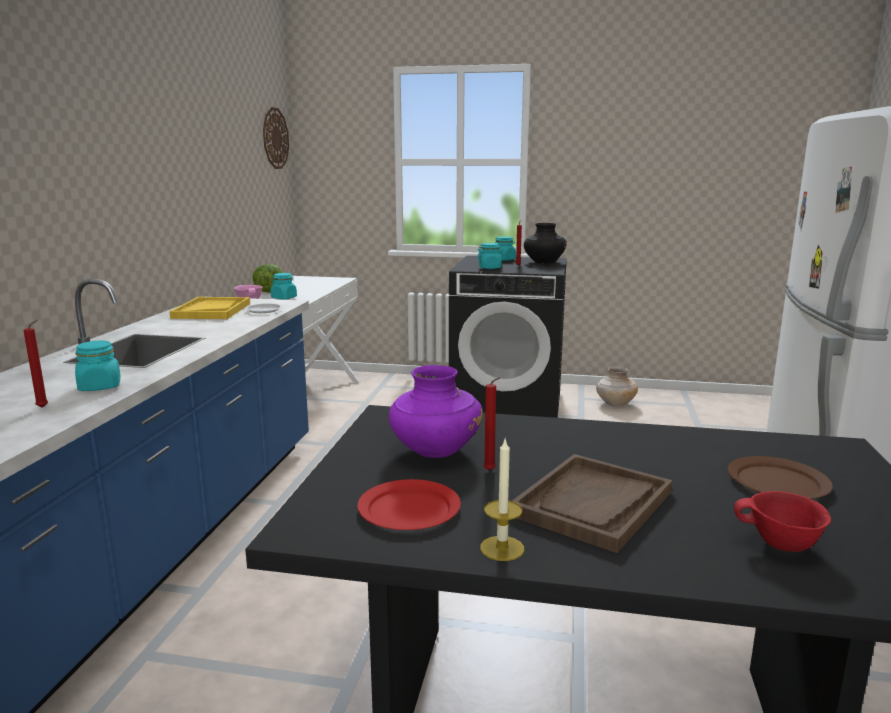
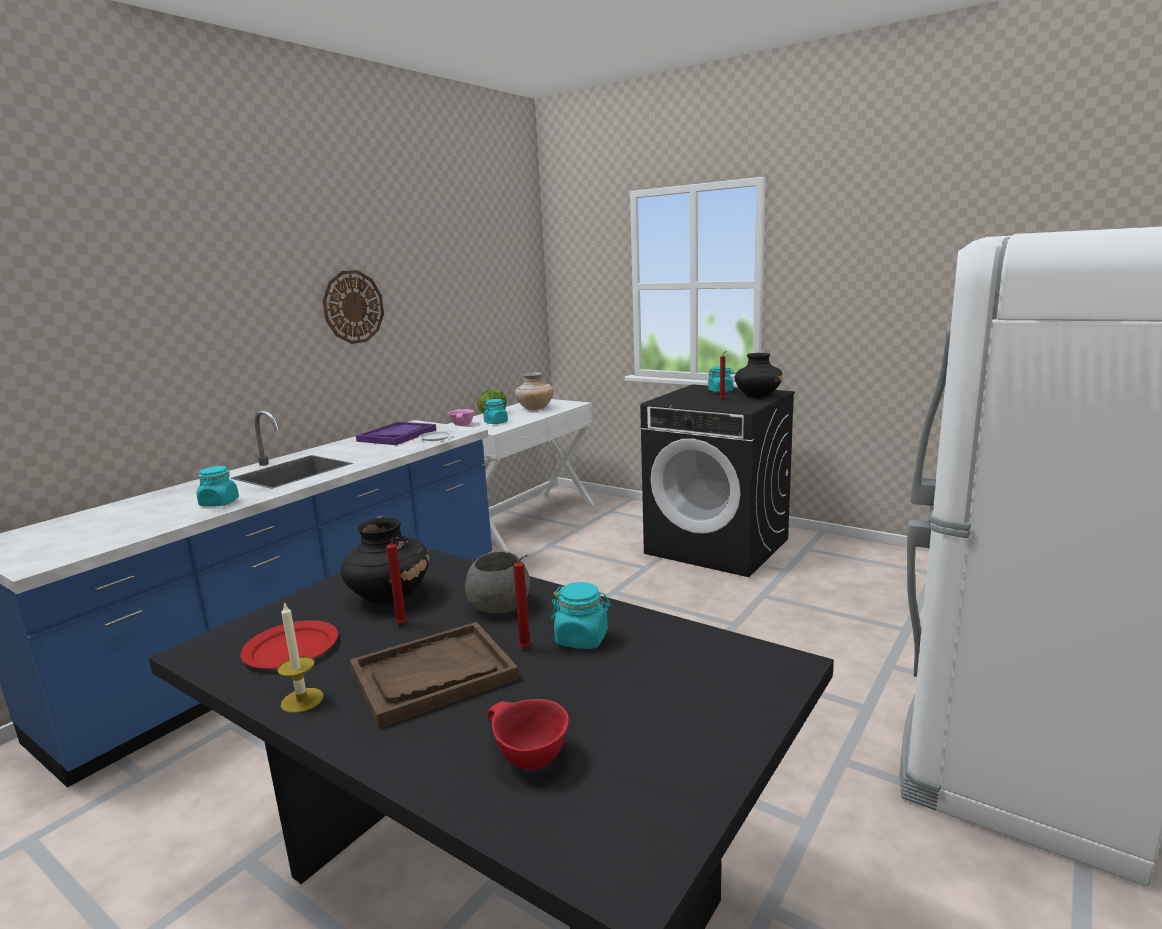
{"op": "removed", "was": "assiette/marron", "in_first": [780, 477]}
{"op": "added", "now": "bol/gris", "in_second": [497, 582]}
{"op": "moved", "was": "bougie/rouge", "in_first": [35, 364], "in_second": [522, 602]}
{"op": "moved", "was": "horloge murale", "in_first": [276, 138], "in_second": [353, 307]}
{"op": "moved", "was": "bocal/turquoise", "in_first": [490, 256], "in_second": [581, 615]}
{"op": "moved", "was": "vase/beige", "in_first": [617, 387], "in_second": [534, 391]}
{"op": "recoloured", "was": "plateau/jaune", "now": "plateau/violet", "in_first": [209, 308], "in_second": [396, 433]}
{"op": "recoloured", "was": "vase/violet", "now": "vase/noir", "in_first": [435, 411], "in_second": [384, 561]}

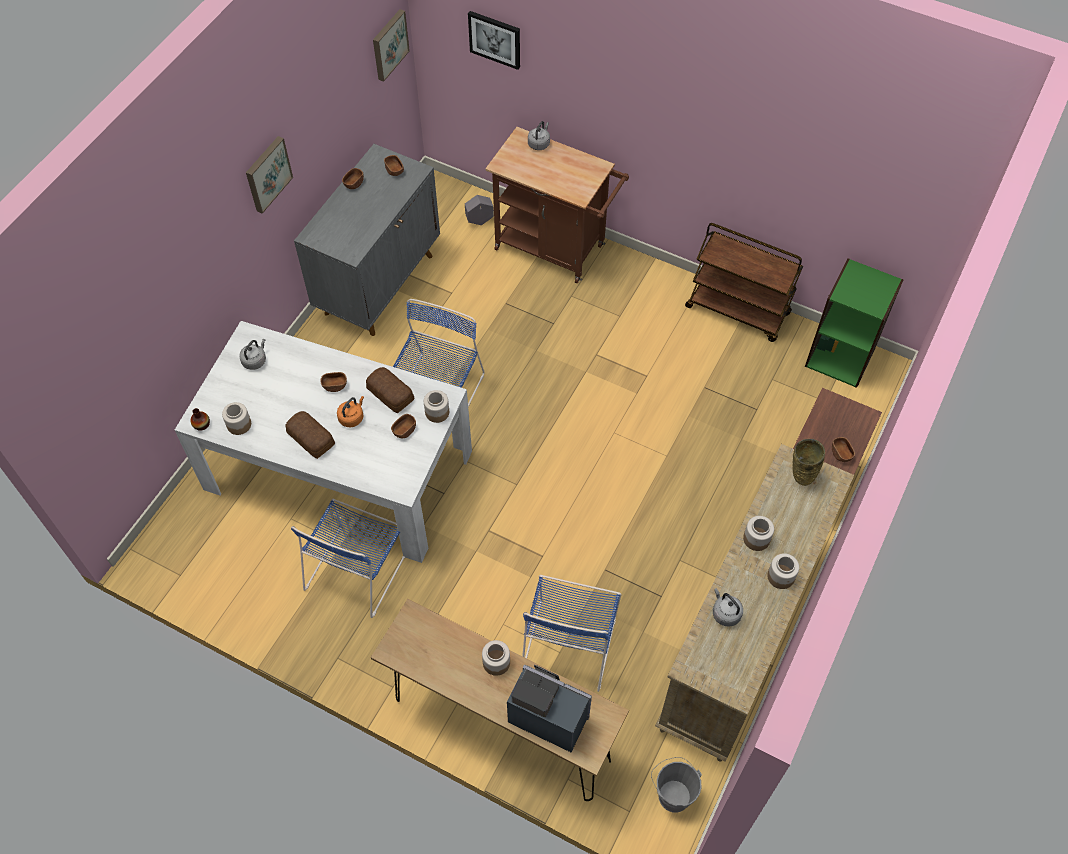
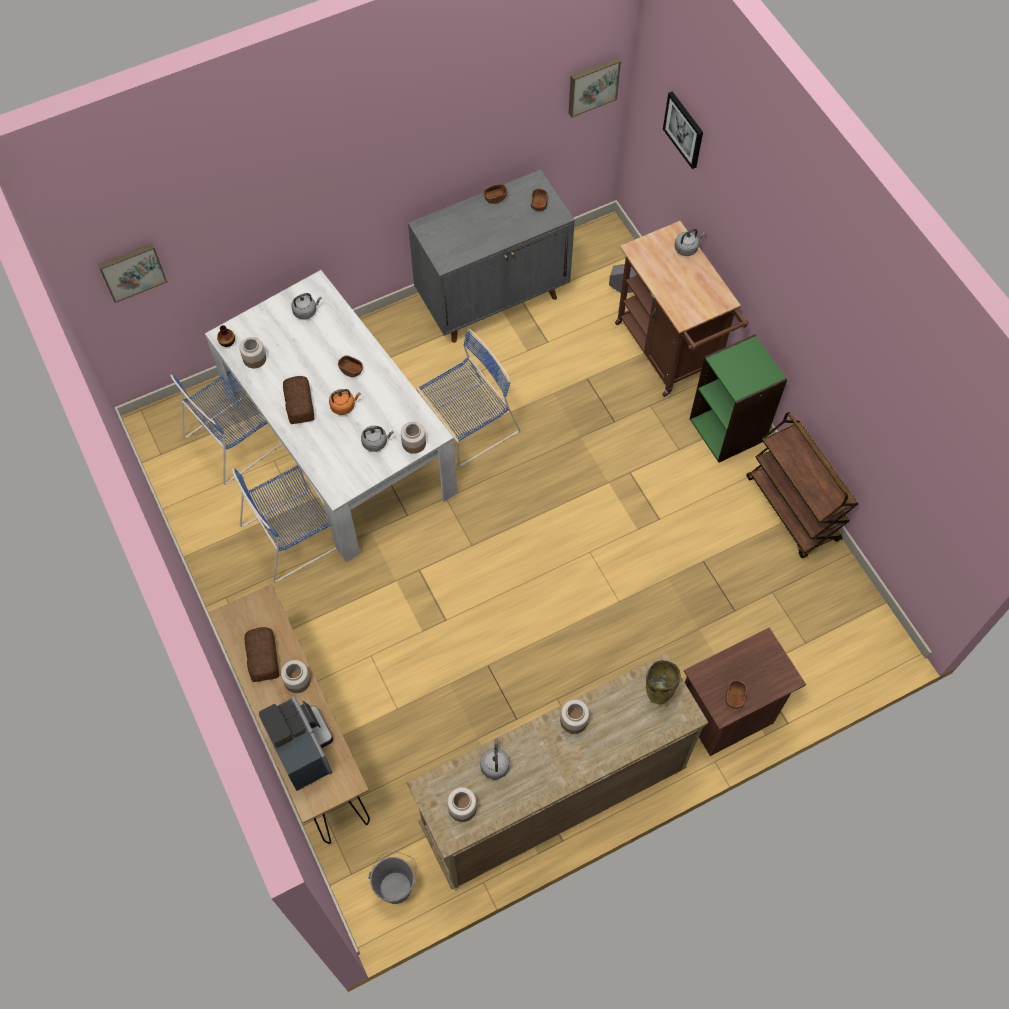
{"op": "moved", "was": "tableau", "in_first": [269, 175], "in_second": [132, 273]}
{"op": "moved", "was": "pain", "in_first": [390, 390], "in_second": [262, 654]}
{"op": "moved", "was": "chaise/bleu", "in_first": [571, 633], "in_second": [226, 428]}
{"op": "moved", "was": "bocal", "in_first": [783, 571], "in_second": [462, 804]}
{"op": "moved", "was": "bibliothèque/vert", "in_first": [854, 323], "in_second": [739, 398]}
{"op": "replaced", "was": "bol/marron", "now": "bouilloire/gris", "in_first": [403, 426], "in_second": [377, 438]}

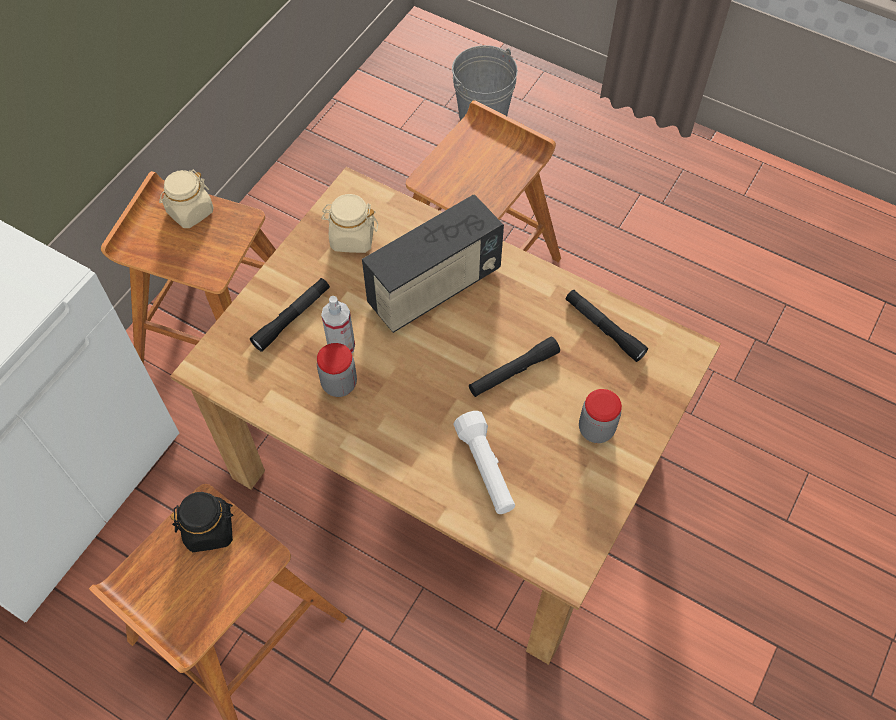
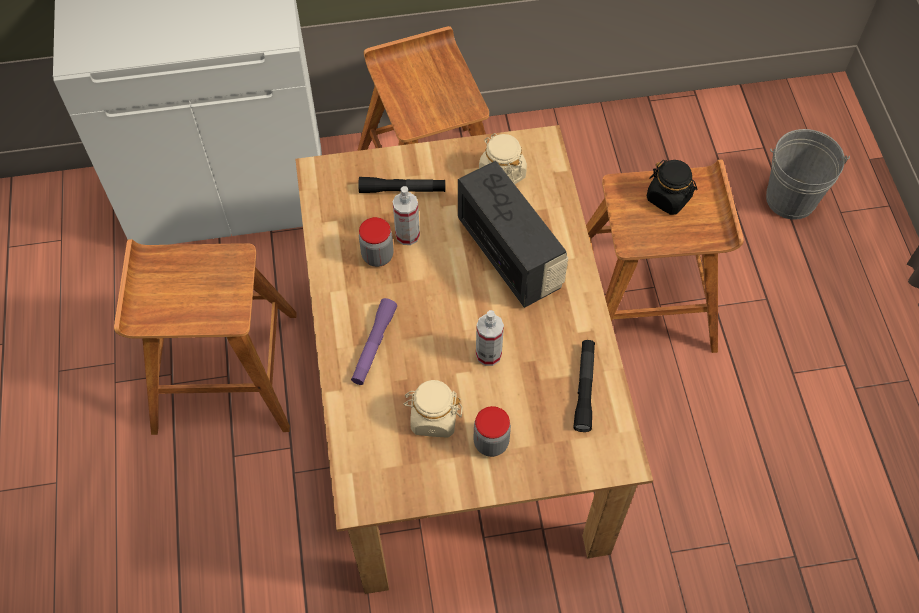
{"op": "removed", "was": "lampe de poche/blanc", "in_first": [484, 462]}
{"op": "added", "now": "lampe de poche/violet", "in_second": [374, 341]}
{"op": "moved", "was": "bocal/beige", "in_first": [186, 199], "in_second": [433, 409]}
{"op": "moved", "was": "bocal/noir", "in_first": [202, 522], "in_second": [672, 187]}
{"op": "replaced", "was": "lampe de poche/noir", "now": "vaporisateur", "in_first": [514, 367], "in_second": [490, 338]}
{"op": "turned", "was": "radio", "in_first": [433, 263], "in_second": [513, 234], "clockwise": -135}

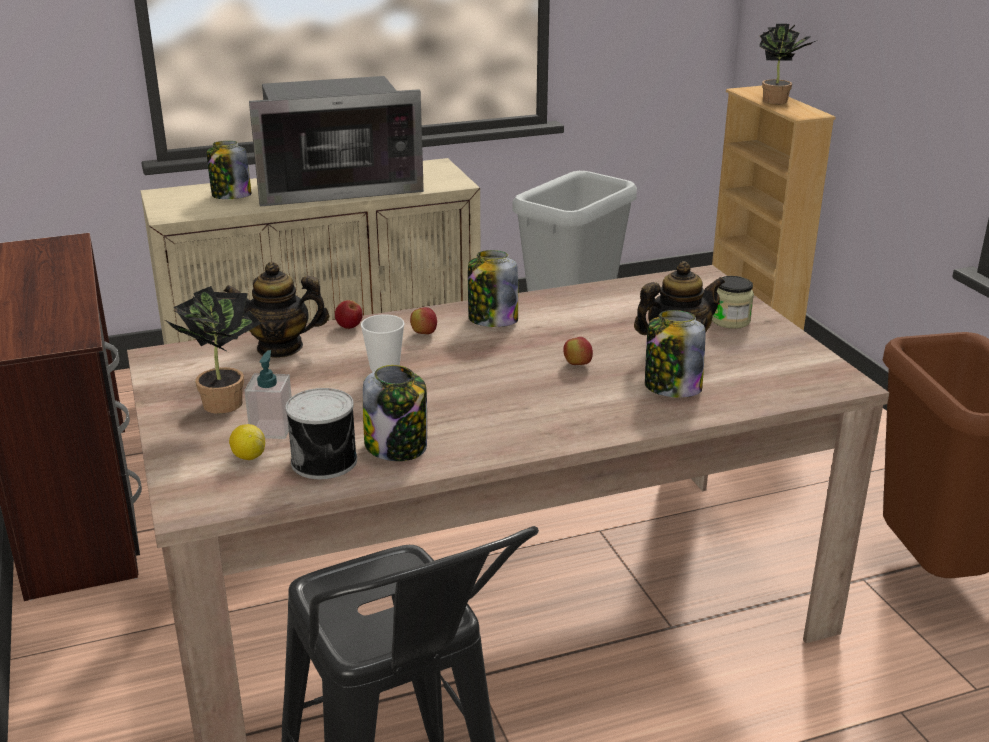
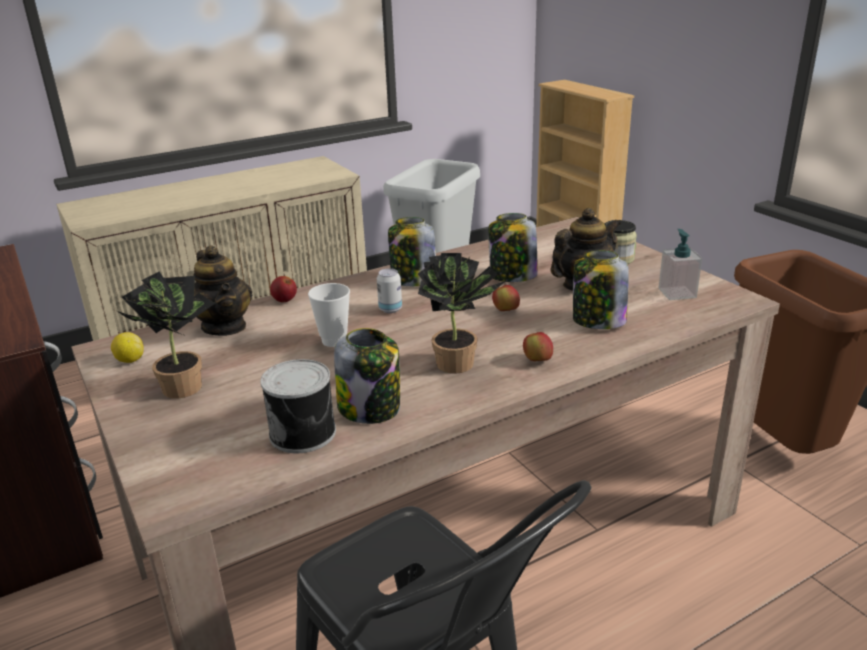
{"op": "removed", "was": "micro-ondes", "in_first": [336, 141]}
{"op": "added", "now": "boîte métallique", "in_second": [389, 290]}
{"op": "moved", "was": "bocal", "in_first": [229, 170], "in_second": [513, 247]}
{"op": "moved", "was": "citron", "in_first": [247, 442], "in_second": [127, 347]}
{"op": "moved", "was": "distributeur de savon", "in_first": [268, 394], "in_second": [680, 264]}
{"op": "moved", "was": "pomme", "in_first": [423, 320], "in_second": [538, 346]}
{"op": "moved", "was": "plante en pot", "in_first": [788, 64], "in_second": [462, 313]}
{"op": "turned", "was": "théière", "in_first": [276, 310], "in_second": [222, 291], "clockwise": -105}

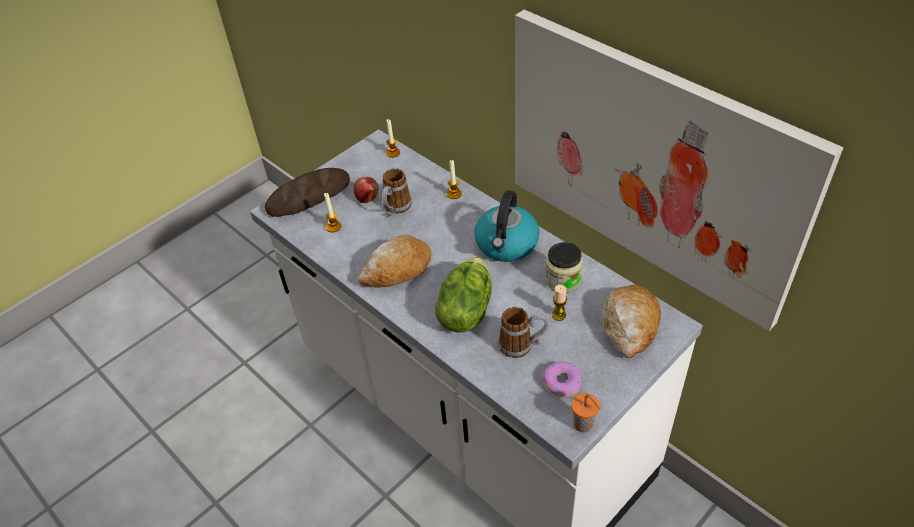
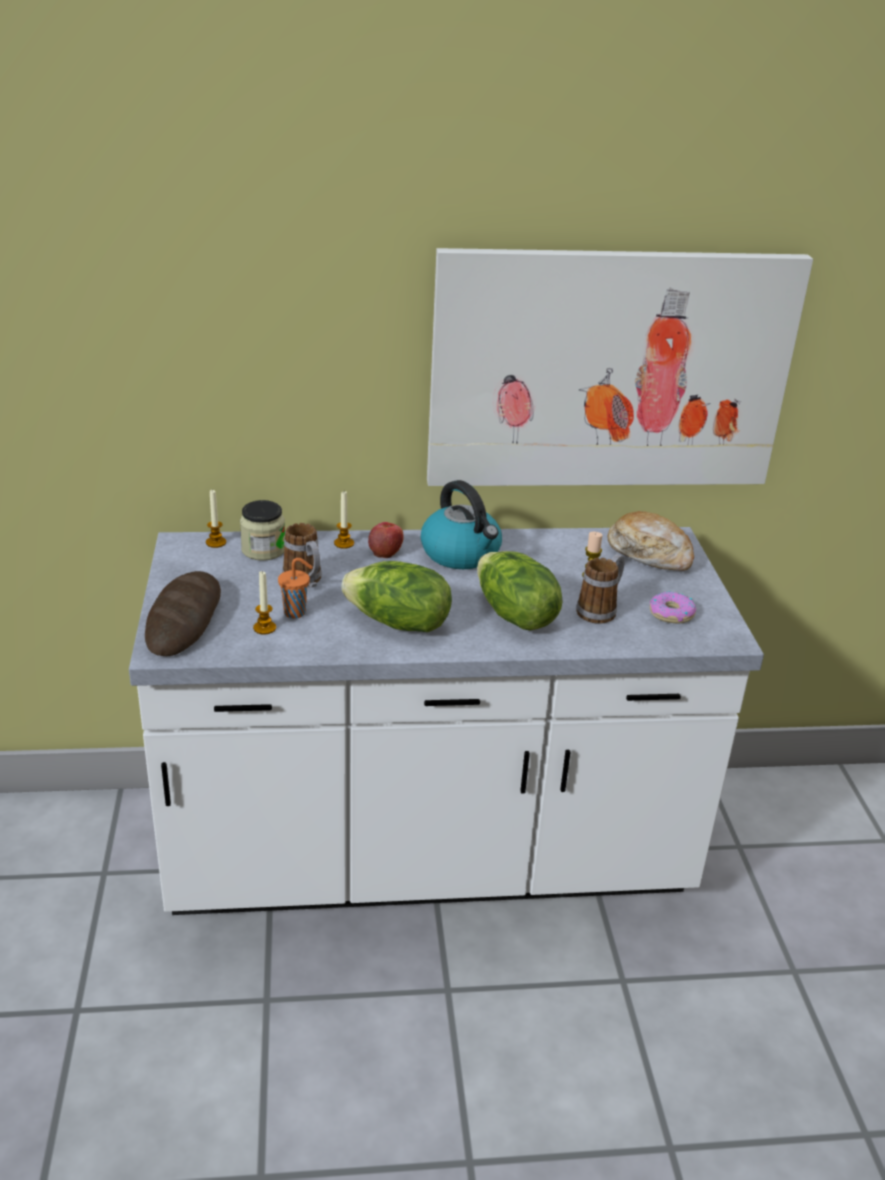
{"op": "moved", "was": "pomme", "in_first": [366, 190], "in_second": [386, 540]}
{"op": "moved", "was": "bocal", "in_first": [564, 267], "in_second": [262, 530]}
{"op": "moved", "was": "tasse/orange", "in_first": [586, 413], "in_second": [295, 588]}
{"op": "replaced", "was": "pain", "now": "laitue", "in_first": [394, 261], "in_second": [396, 596]}

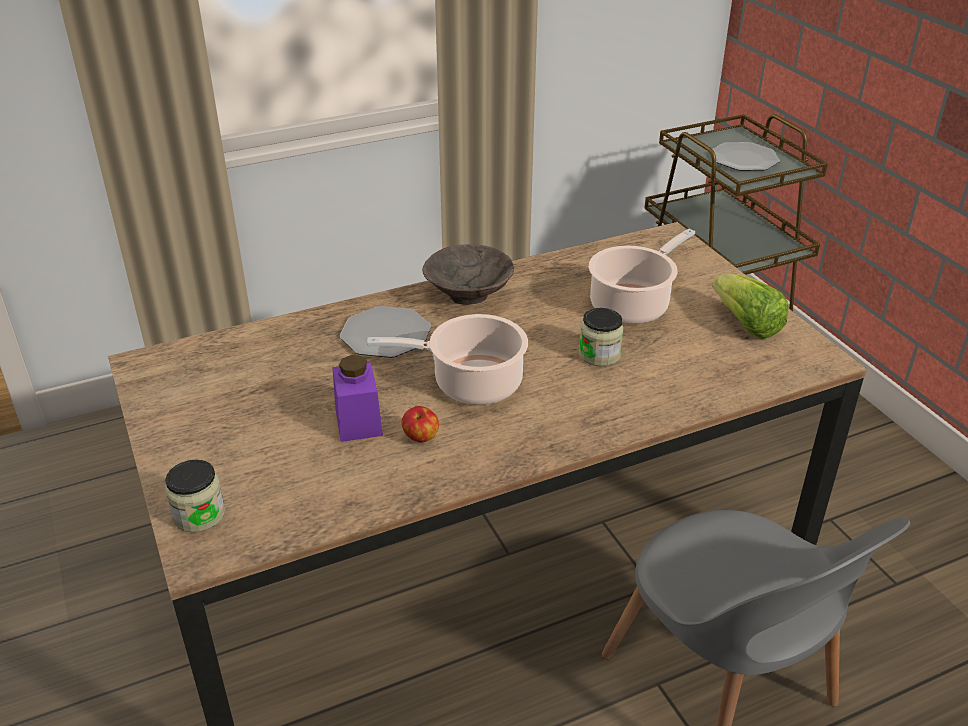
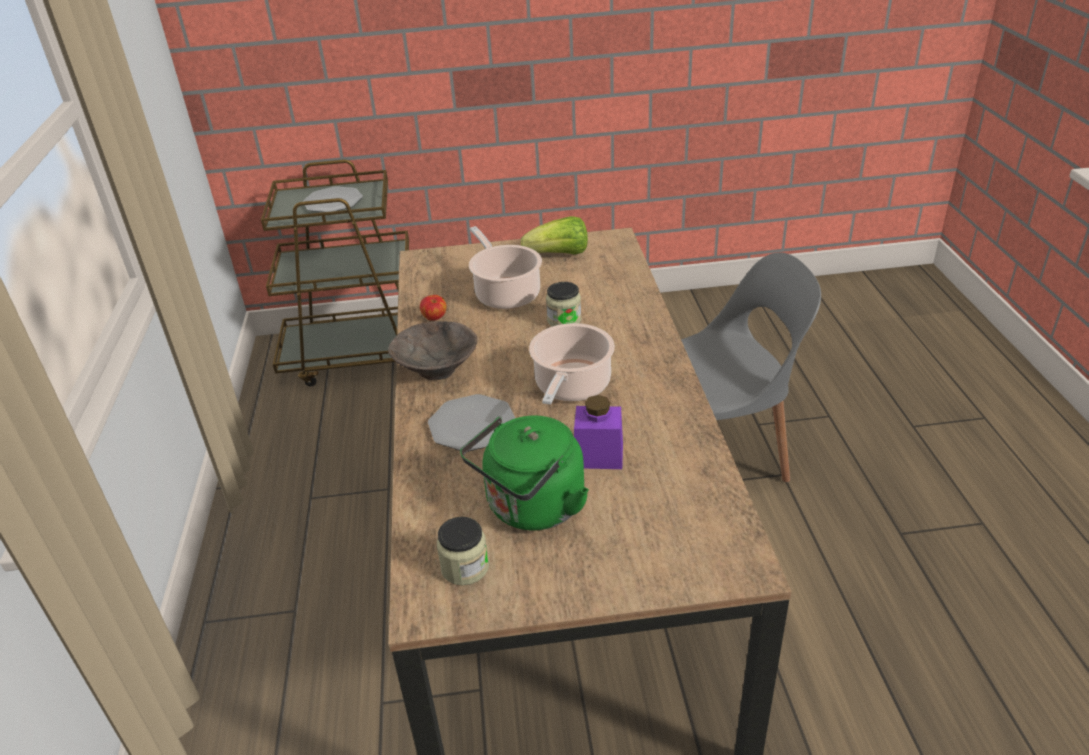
{"op": "added", "now": "bouilloire/vert", "in_second": [524, 473]}
{"op": "moved", "was": "bocal", "in_first": [195, 496], "in_second": [463, 551]}
{"op": "moved", "was": "pomme", "in_first": [420, 424], "in_second": [433, 308]}

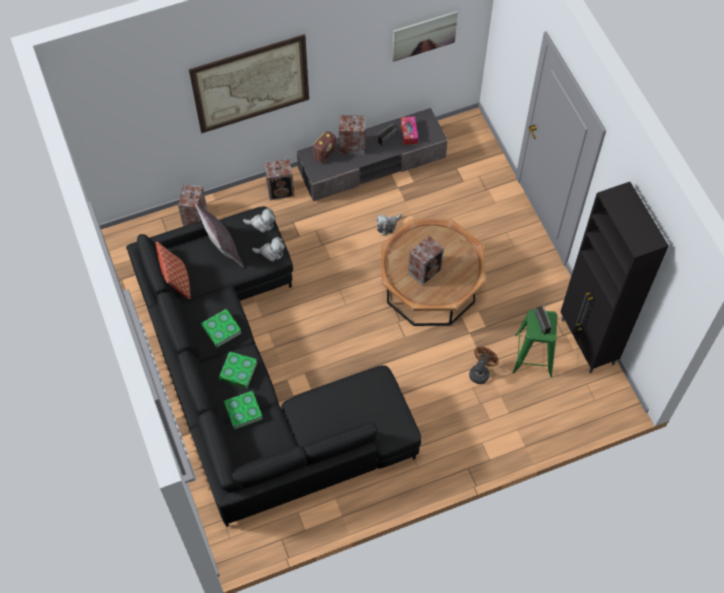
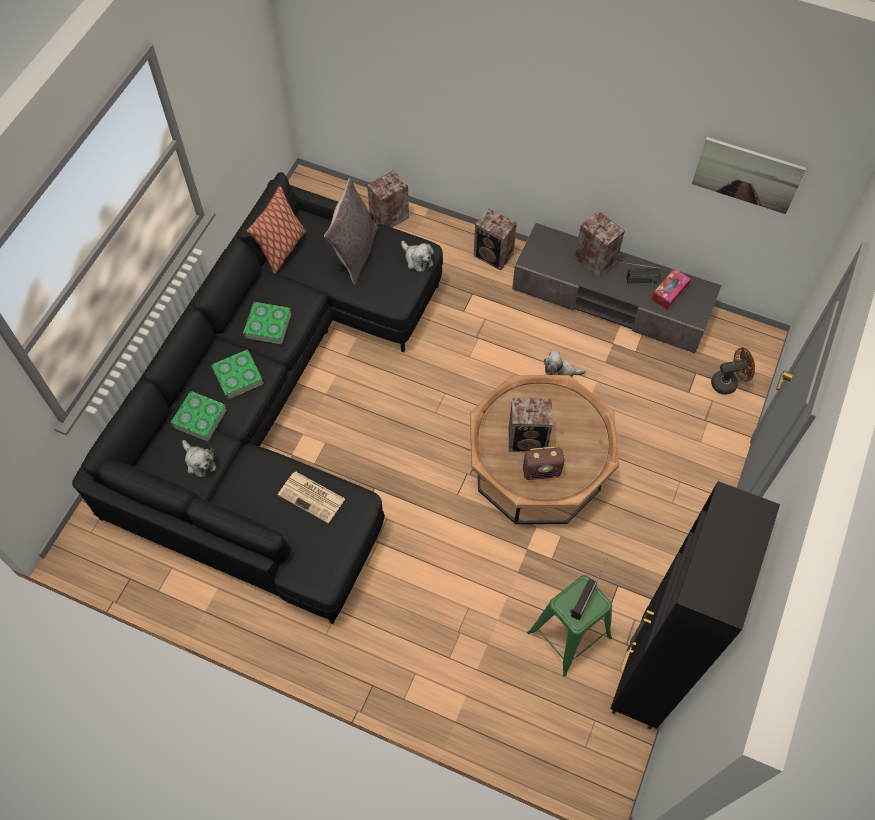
{"op": "removed", "was": "tableau", "in_first": [249, 83]}
{"op": "added", "now": "journal", "in_second": [311, 497]}
{"op": "moved", "was": "peluche", "in_first": [268, 249], "in_second": [199, 458]}
{"op": "moved", "was": "radio", "in_first": [324, 147], "in_second": [543, 463]}
{"op": "moved", "was": "ventilateur/marron", "in_first": [484, 365], "in_second": [733, 371]}

